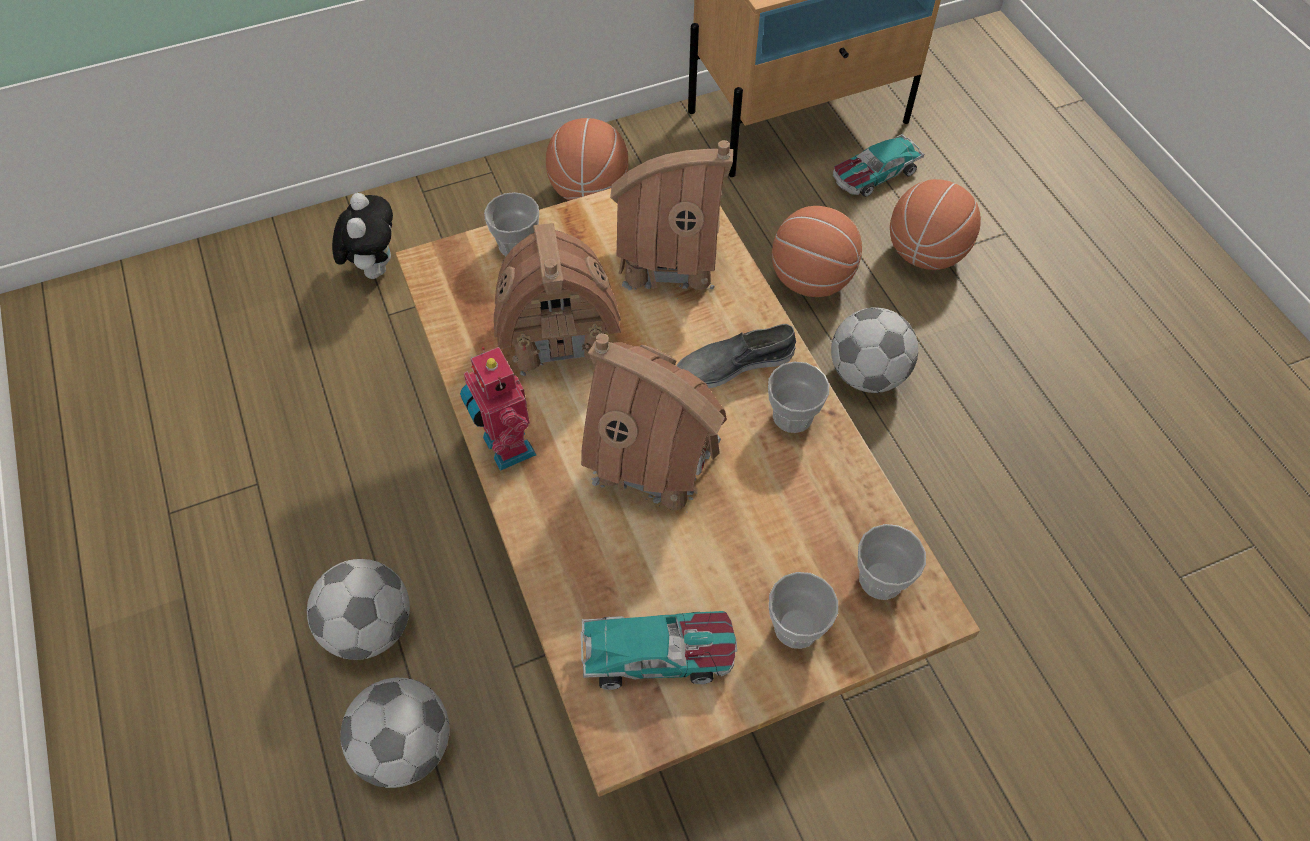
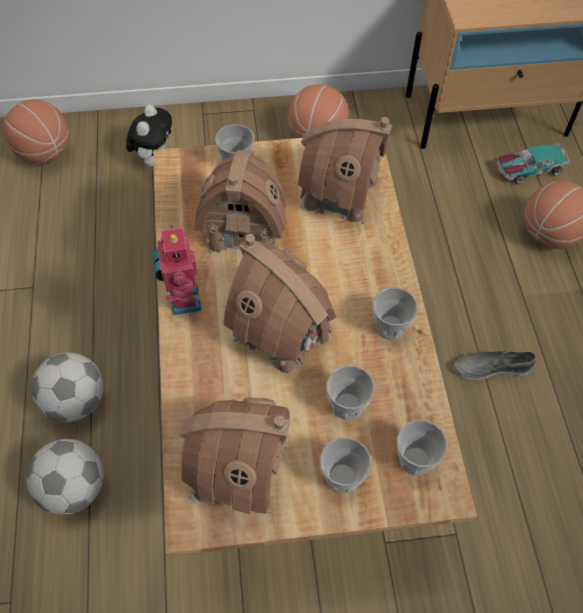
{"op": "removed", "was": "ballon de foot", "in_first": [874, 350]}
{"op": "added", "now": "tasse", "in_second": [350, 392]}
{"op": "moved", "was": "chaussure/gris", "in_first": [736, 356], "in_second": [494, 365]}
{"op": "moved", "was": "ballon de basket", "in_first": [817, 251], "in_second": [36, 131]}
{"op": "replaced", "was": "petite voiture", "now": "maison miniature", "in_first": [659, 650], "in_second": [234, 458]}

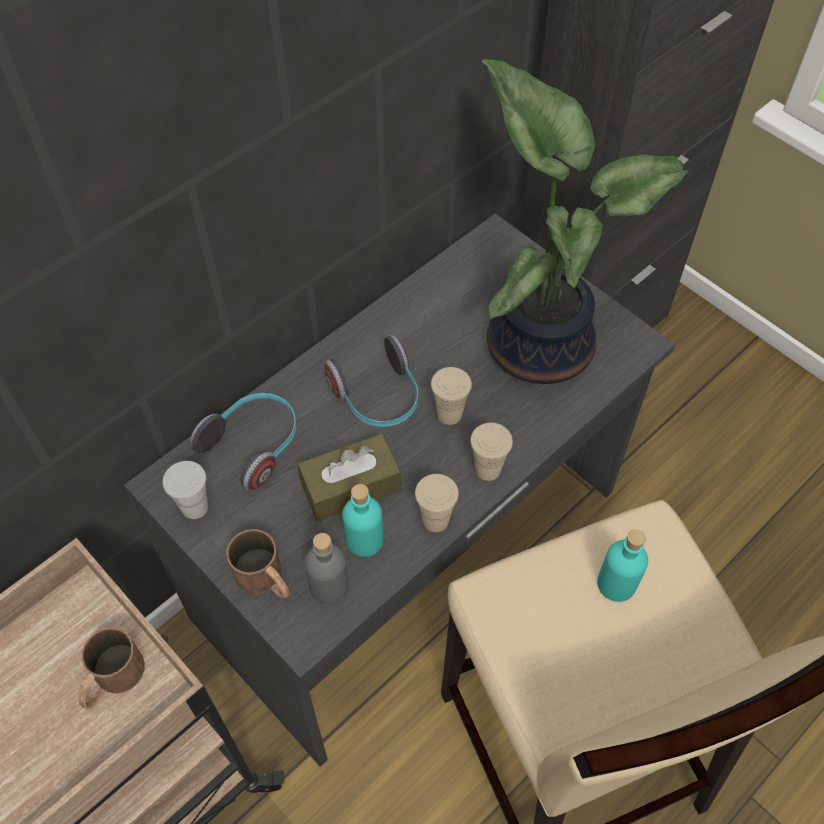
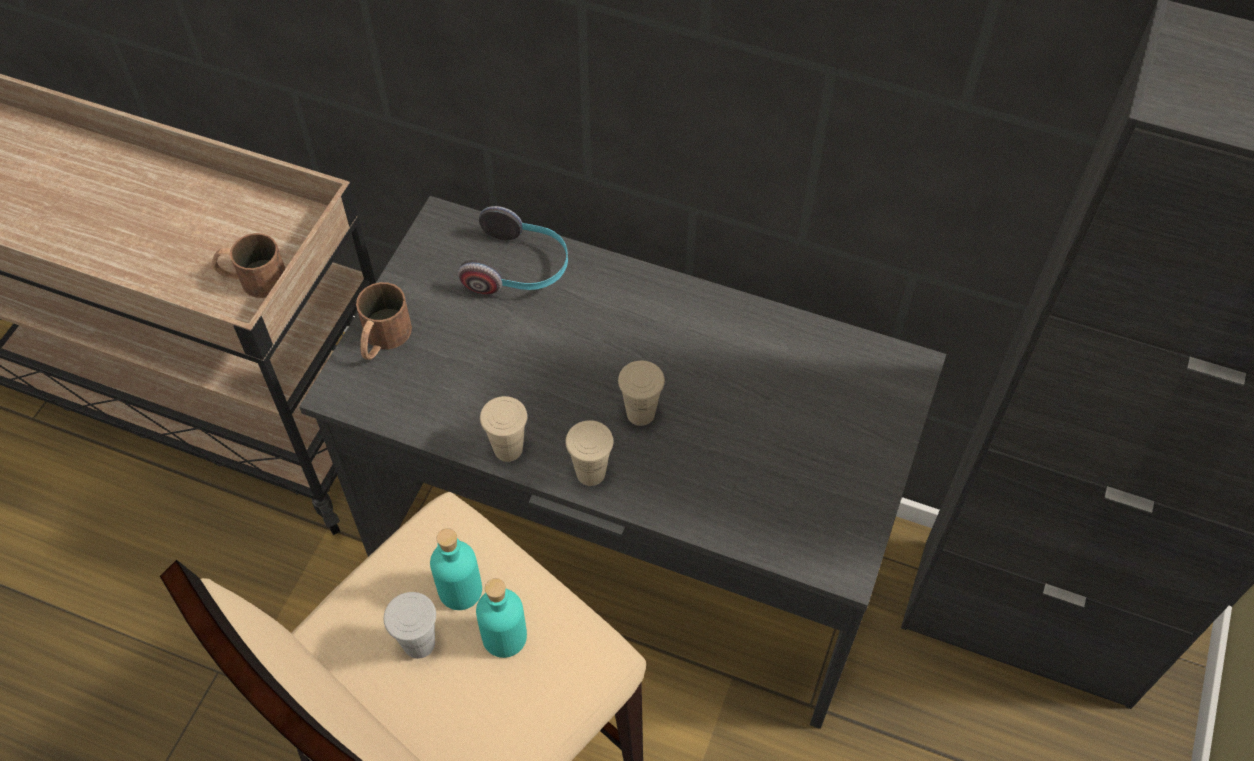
{"op": "removed", "was": "boîte à mouchoirs/marron", "in_first": [349, 477]}
{"op": "removed", "was": "bouteille/gris", "in_first": [326, 568]}
{"op": "removed", "was": "casque audio", "in_first": [371, 381]}
{"op": "removed", "was": "plante en pot", "in_first": [585, 221]}
{"op": "moved", "was": "tasse/blanc", "in_first": [185, 490], "in_second": [410, 625]}
{"op": "moved", "was": "bouteille/turquoise", "in_first": [363, 520], "in_second": [456, 569]}

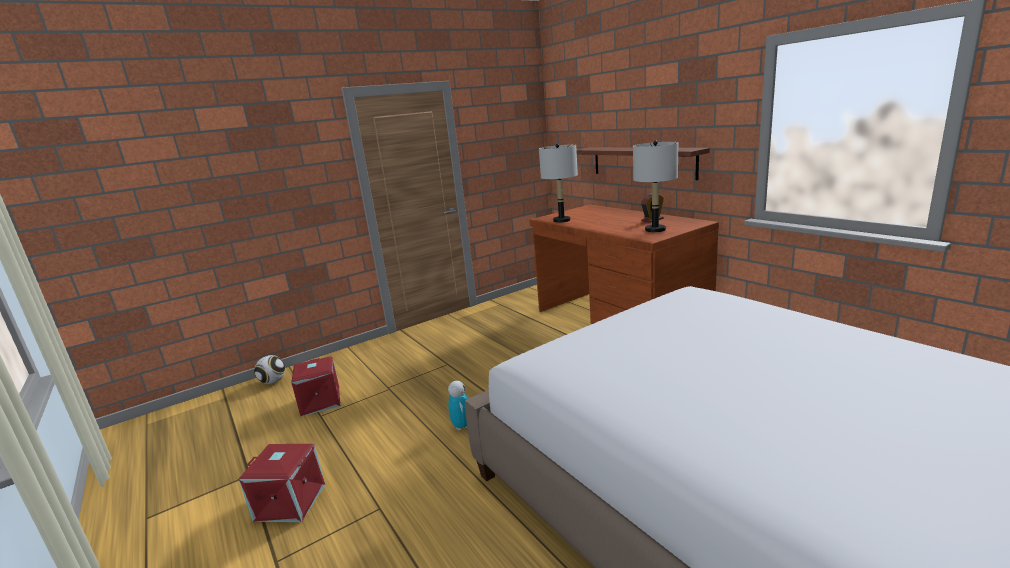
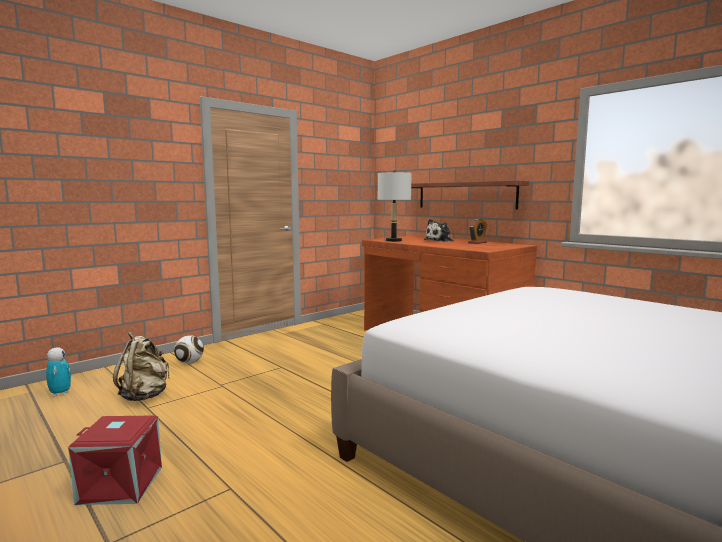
{"op": "removed", "was": "lampe de table/gris", "in_first": [655, 186]}
{"op": "added", "now": "peluche", "in_second": [439, 230]}
{"op": "moved", "was": "ballon de foot", "in_first": [269, 369], "in_second": [189, 349]}
{"op": "moved", "was": "robot jouet", "in_first": [458, 406], "in_second": [58, 372]}
{"op": "replaced", "was": "boîte de rangement/rouge", "now": "sac à dos/beige", "in_first": [316, 386], "in_second": [141, 366]}

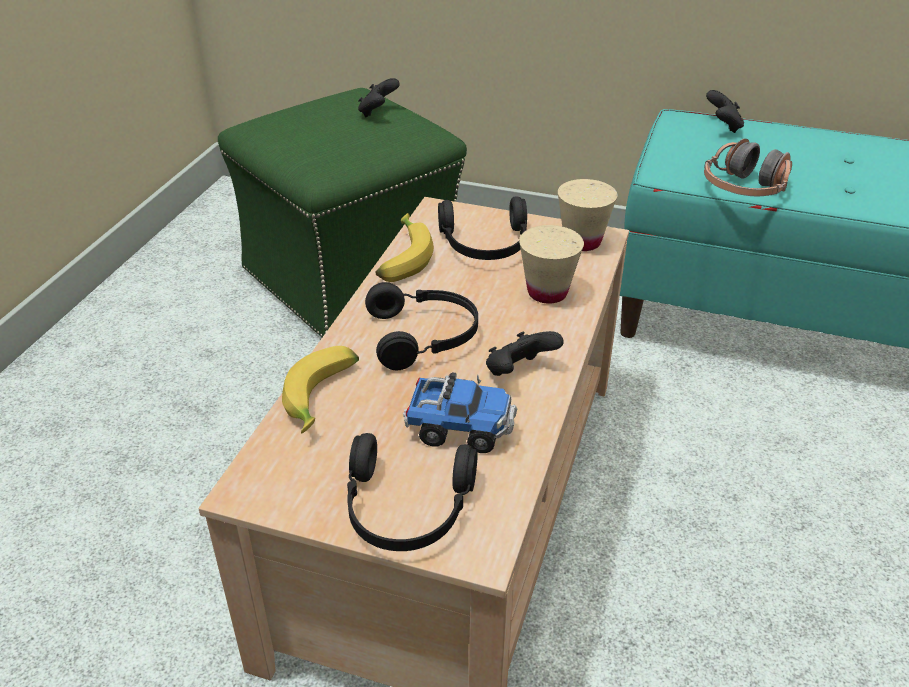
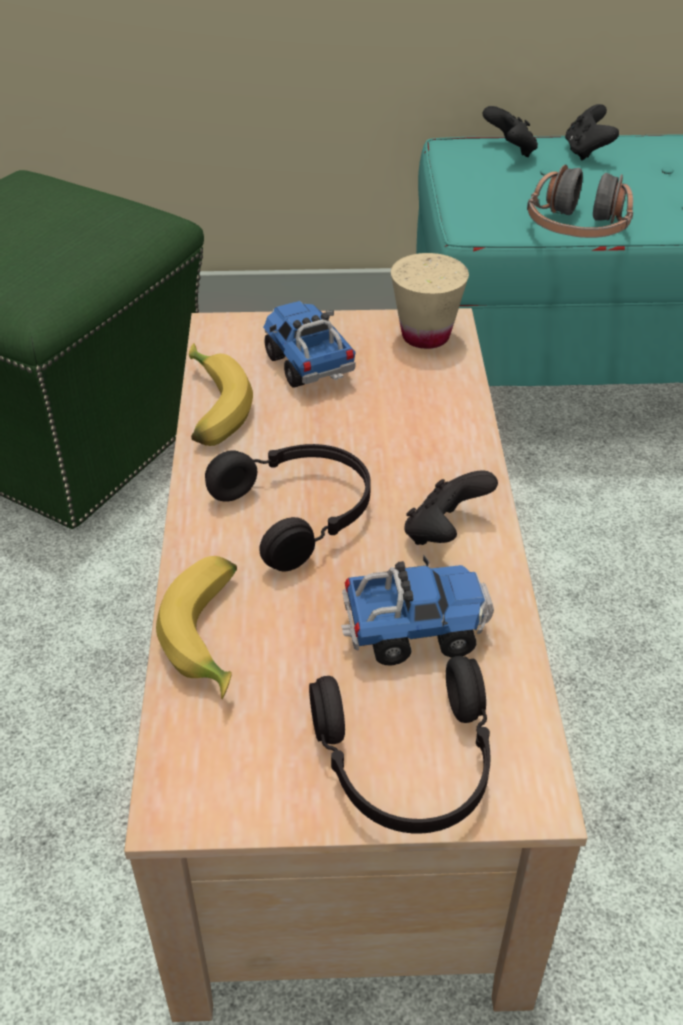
{"op": "removed", "was": "tasse/beige", "in_first": [551, 264]}
{"op": "moved", "was": "manette/noir", "in_first": [379, 97], "in_second": [592, 132]}
{"op": "replaced", "was": "casque audio/noir", "now": "camion jouet", "in_first": [482, 228], "in_second": [309, 344]}

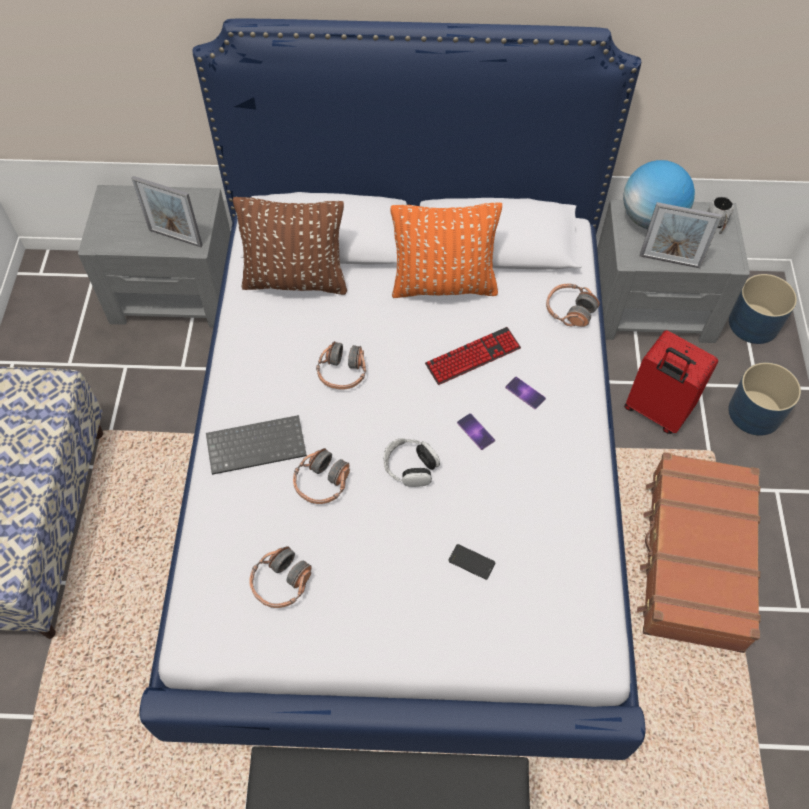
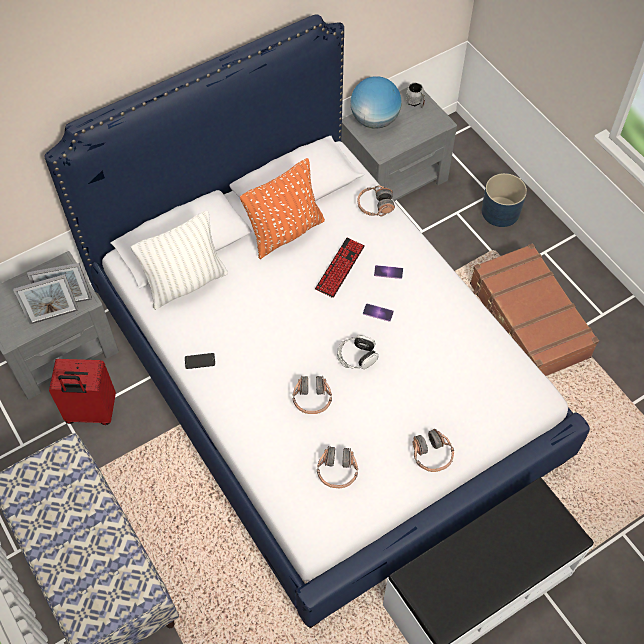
{"op": "removed", "was": "clavier", "in_first": [256, 445]}
{"op": "removed", "was": "cache-pot/bleu", "in_first": [763, 309]}
{"op": "moved", "was": "casque audio", "in_first": [341, 365], "in_second": [433, 450]}
{"op": "moved", "was": "téléphone", "in_first": [471, 562], "in_second": [200, 361]}
{"op": "moved", "was": "valise/rouge", "in_first": [671, 382], "in_second": [82, 392]}
{"op": "moved", "was": "cadre photo", "in_first": [681, 235], "in_second": [46, 299]}
{"op": "recoloured", "was": "coussin/marron", "now": "coussin/blanc", "in_first": [290, 246], "in_second": [179, 260]}

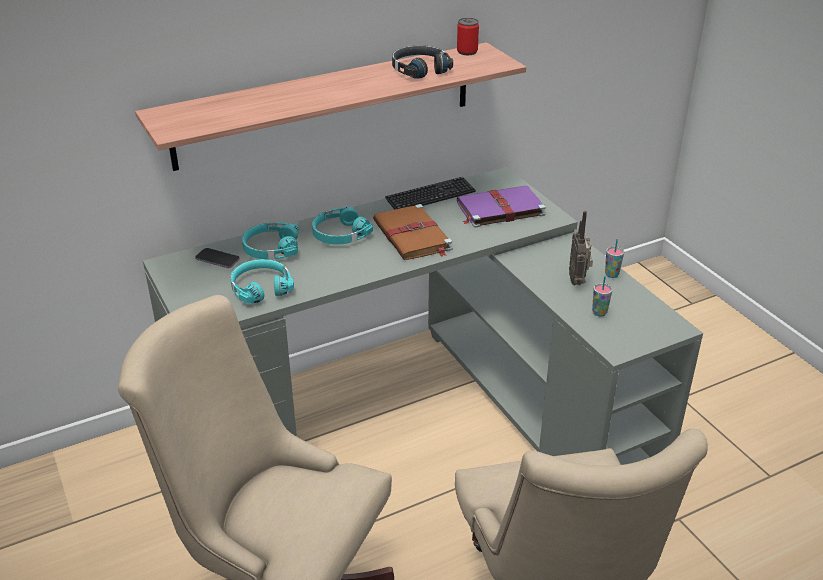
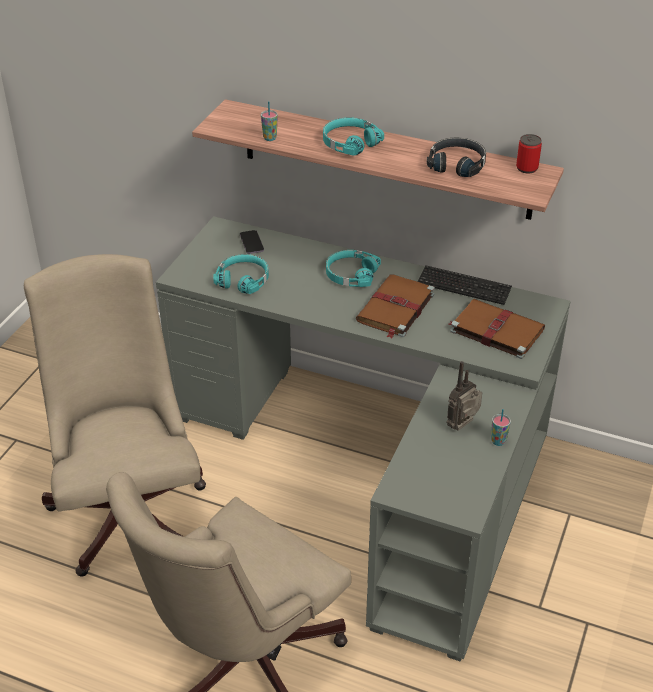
{"op": "moved", "was": "casque audio/turquoise", "in_first": [270, 241], "in_second": [353, 136]}
{"op": "moved", "was": "tasse", "in_first": [602, 296], "in_second": [269, 121]}
{"op": "recoloured", "was": "livre/violet", "now": "livre/marron", "in_first": [501, 207], "in_second": [497, 329]}

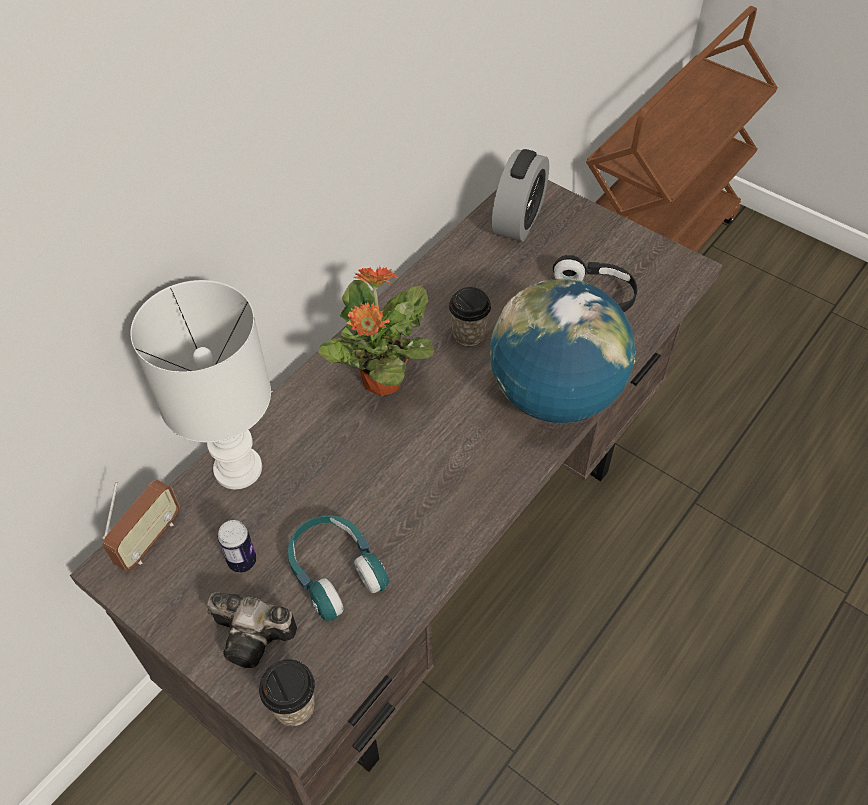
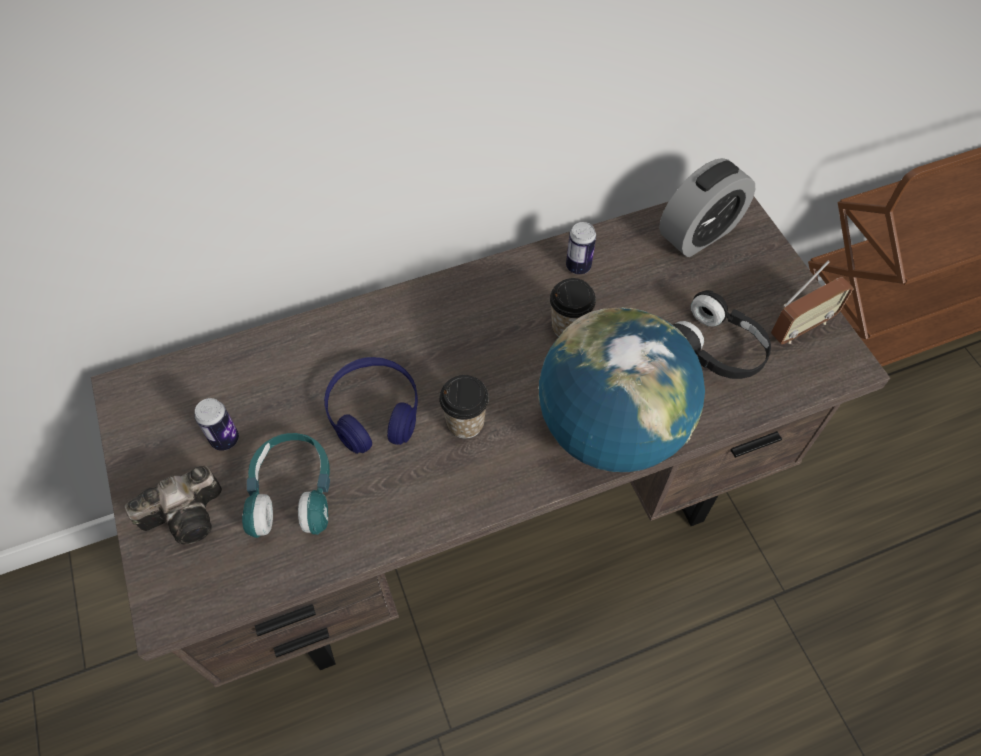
{"op": "removed", "was": "lampe de table/blanc", "in_first": [200, 384]}
{"op": "removed", "was": "plante en pot", "in_first": [376, 331]}
{"op": "added", "now": "casque audio/bleu", "in_second": [371, 405]}
{"op": "added", "now": "boîte métallique", "in_second": [581, 248]}
{"op": "moved", "was": "radio", "in_first": [141, 526], "in_second": [812, 302]}
{"op": "moved", "was": "tasse", "in_first": [287, 692], "in_second": [464, 407]}
{"op": "turned", "was": "appareil photo", "in_first": [252, 630], "in_second": [173, 505], "clockwise": -75}

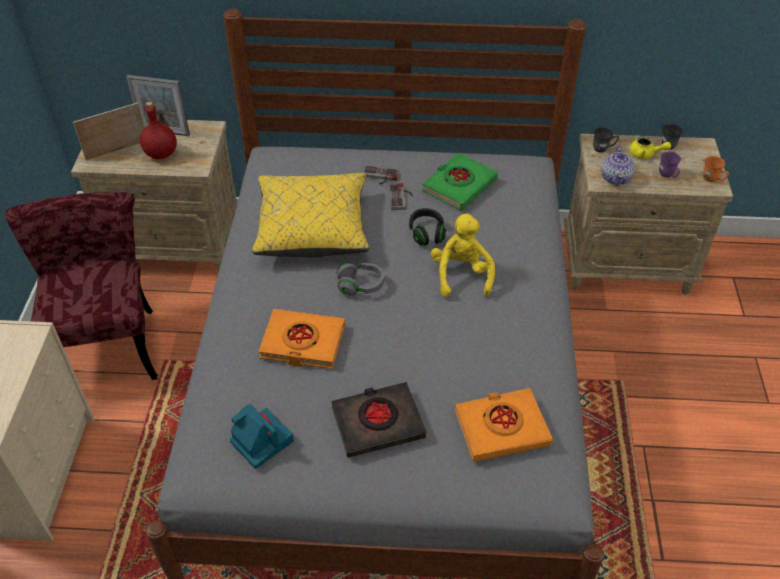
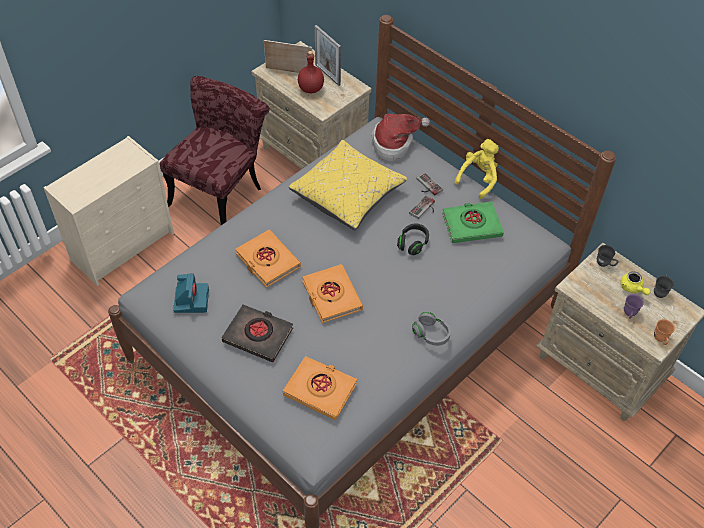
{"op": "removed", "was": "théière", "in_first": [618, 166]}
{"op": "added", "now": "livre/orange", "in_second": [332, 293]}
{"op": "added", "now": "chapeau", "in_second": [400, 137]}
{"op": "moved", "was": "casque audio/gris", "in_first": [360, 279], "in_second": [431, 329]}
{"op": "moved", "was": "peluche/jaune", "in_first": [463, 255], "in_second": [477, 169]}

